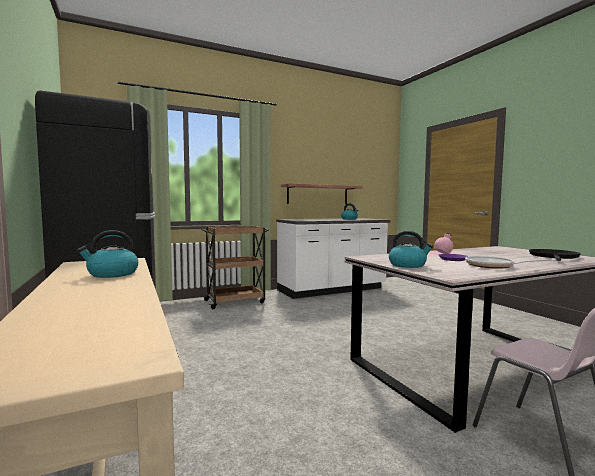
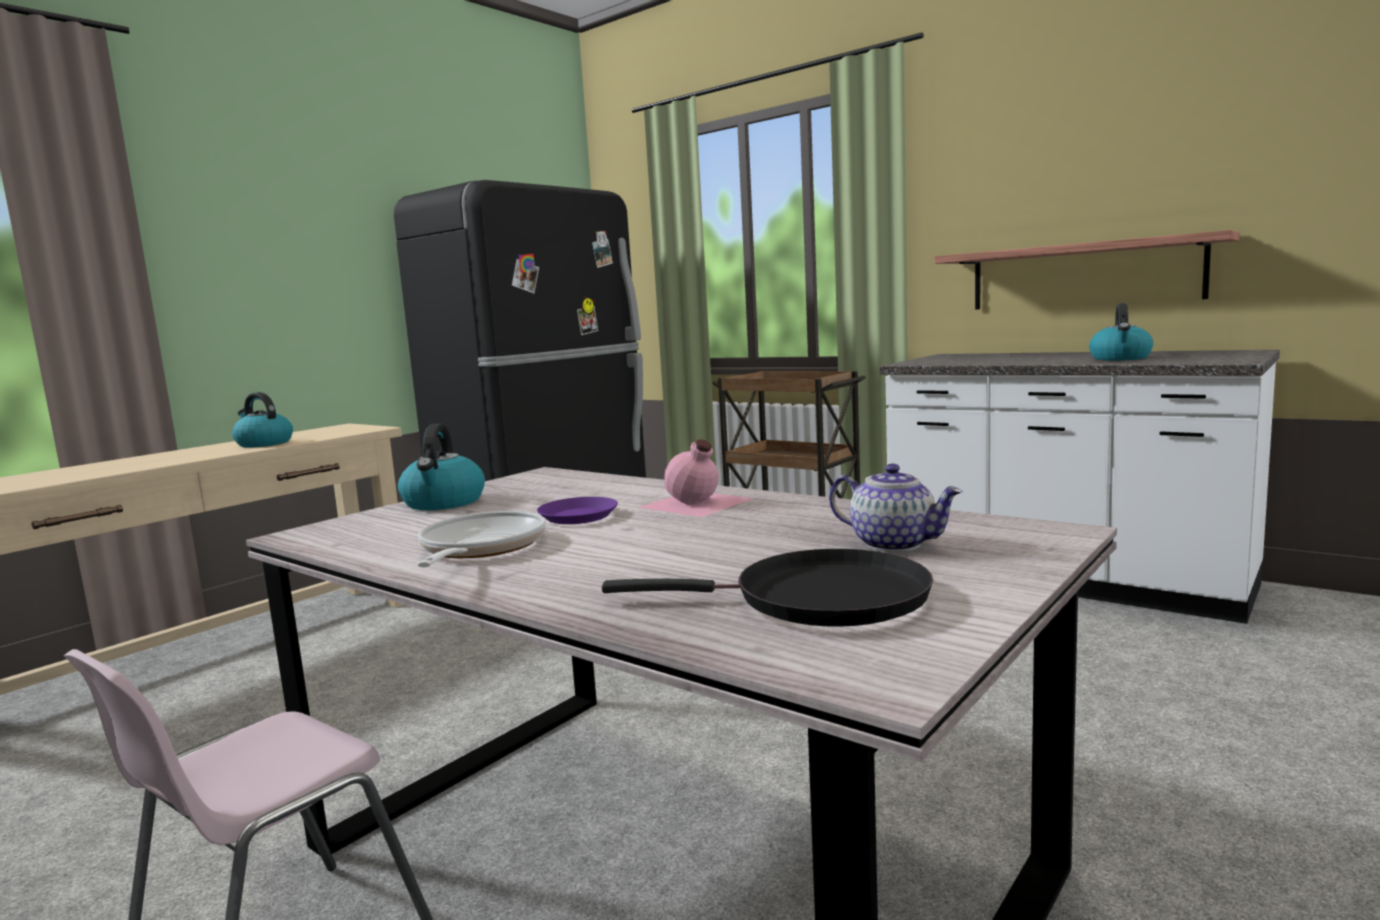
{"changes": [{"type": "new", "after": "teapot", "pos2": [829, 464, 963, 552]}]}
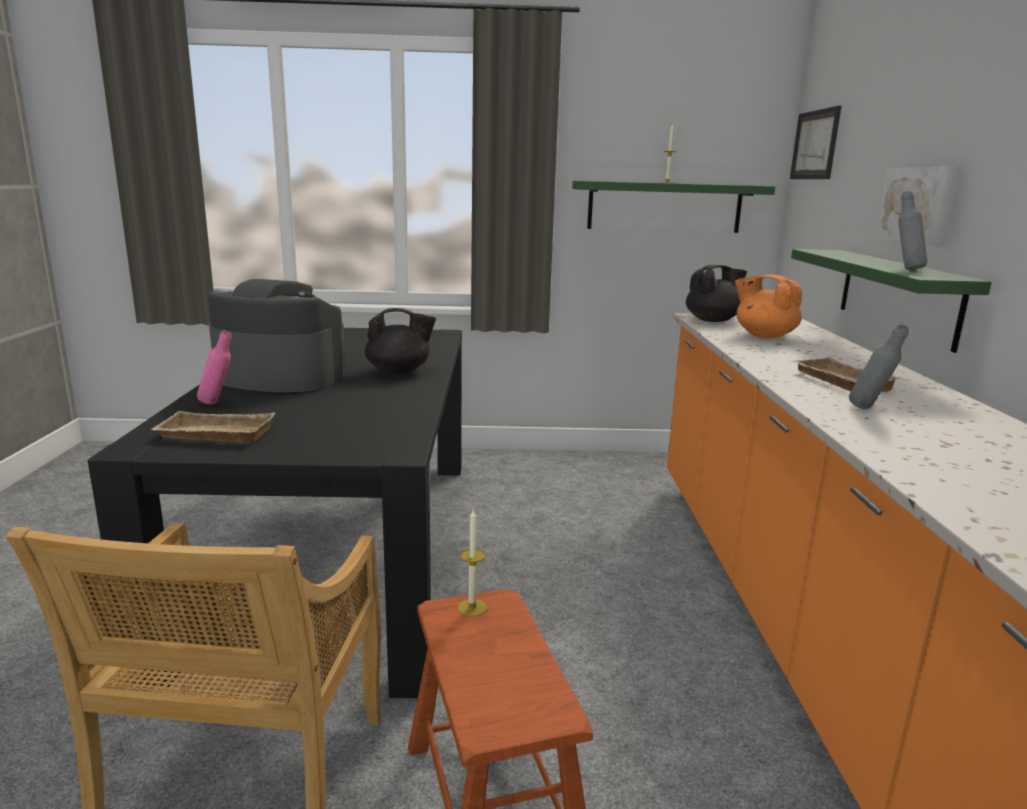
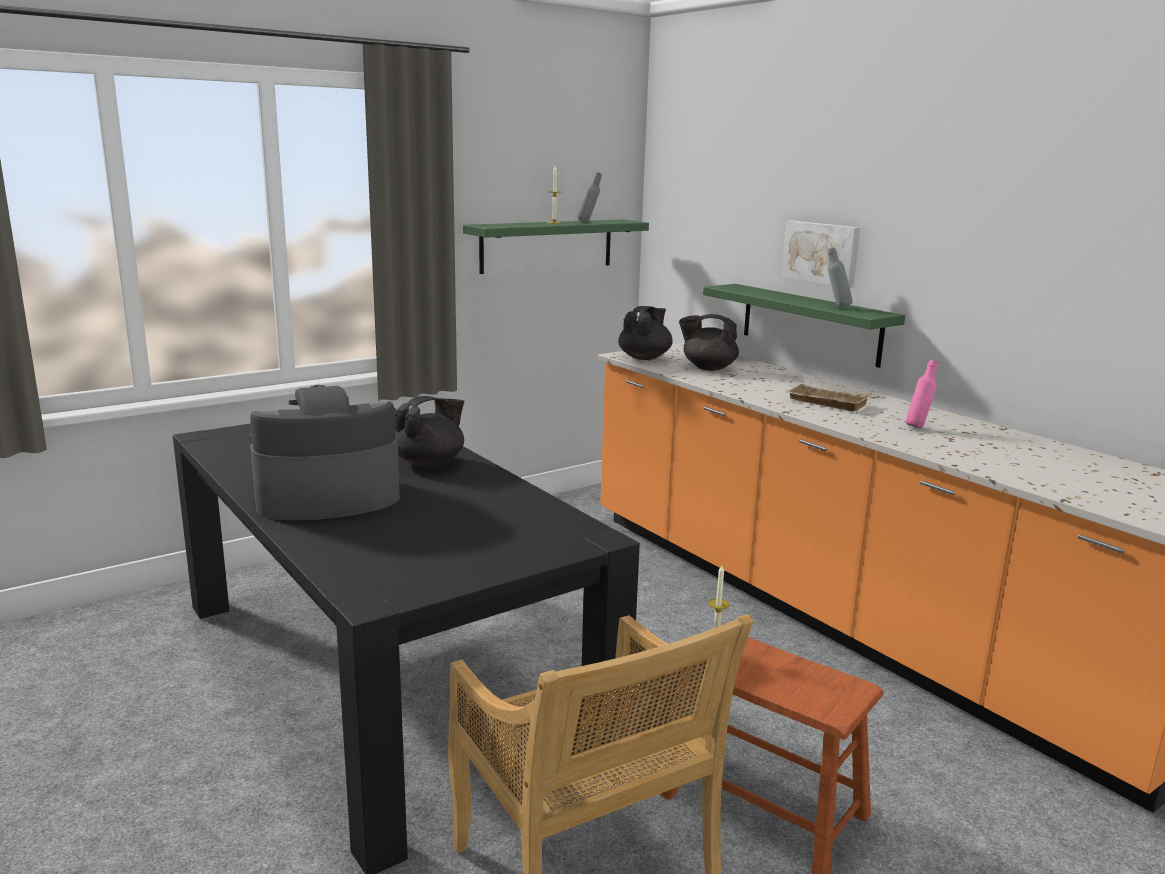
{"changes": [{"type": "gone", "before": "tray (beige)", "pos1": [151, 411, 275, 443]}, {"type": "shifted", "before": "bottle (pink)", "pos1": [197, 330, 231, 405], "pos2": [906, 360, 938, 429]}, {"type": "repainted", "before": "teapot (orange)", "after": "teapot (black)", "pos1": [735, 275, 802, 338], "pos2": [679, 314, 739, 371]}, {"type": "gone", "before": "picture", "pos1": [790, 106, 841, 179]}, {"type": "shifted", "before": "bottle (grey)", "pos1": [849, 325, 909, 409], "pos2": [577, 172, 602, 223]}]}
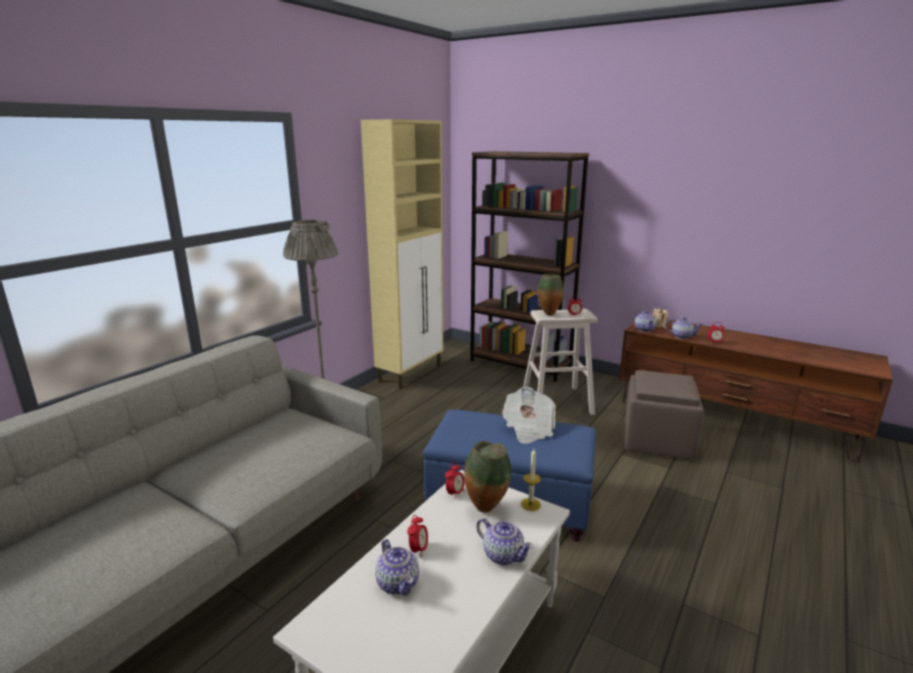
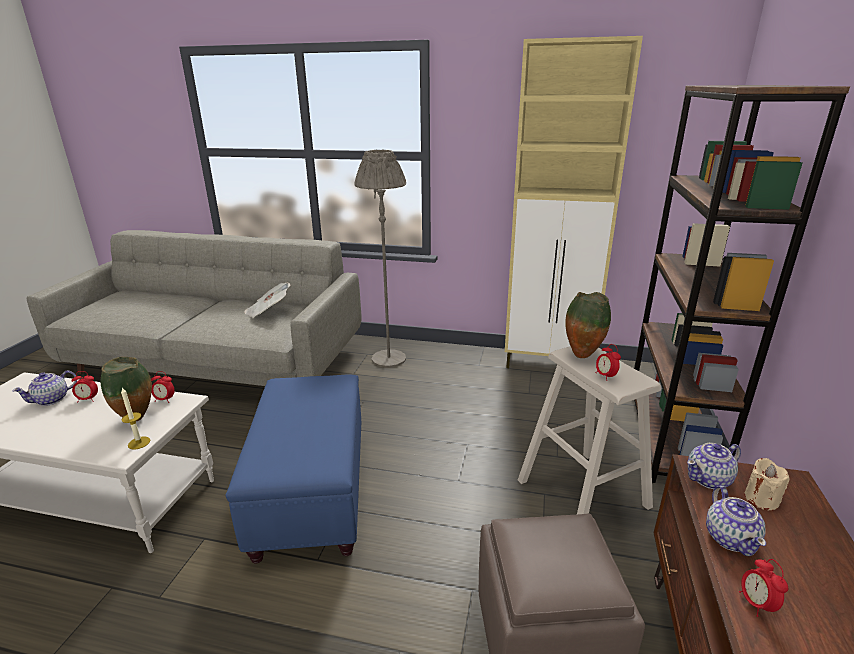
{"changes": [{"type": "gone", "before": "teapot", "pos1": [476, 518, 534, 565]}, {"type": "shifted", "before": "newspaper", "pos1": [502, 387, 556, 444], "pos2": [244, 283, 290, 318]}]}
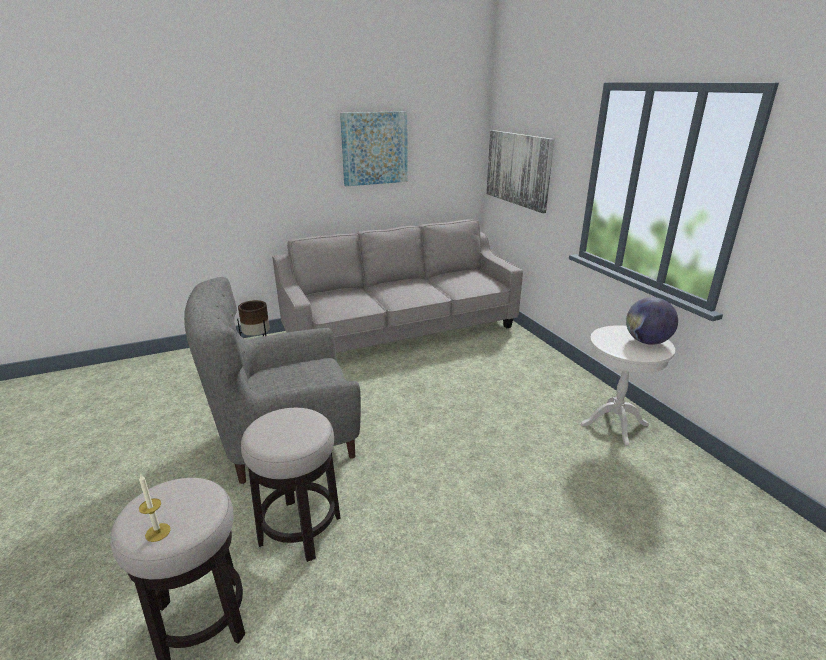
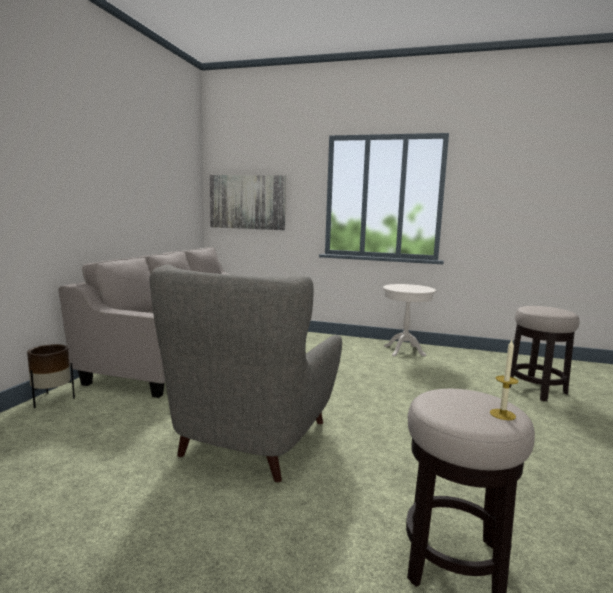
{"changes": [{"type": "shifted", "before": "stool", "pos1": [241, 408, 341, 562], "pos2": [509, 306, 580, 401]}, {"type": "gone", "before": "picture", "pos1": [340, 111, 408, 187]}, {"type": "gone", "before": "globe", "pos1": [626, 297, 678, 345]}]}
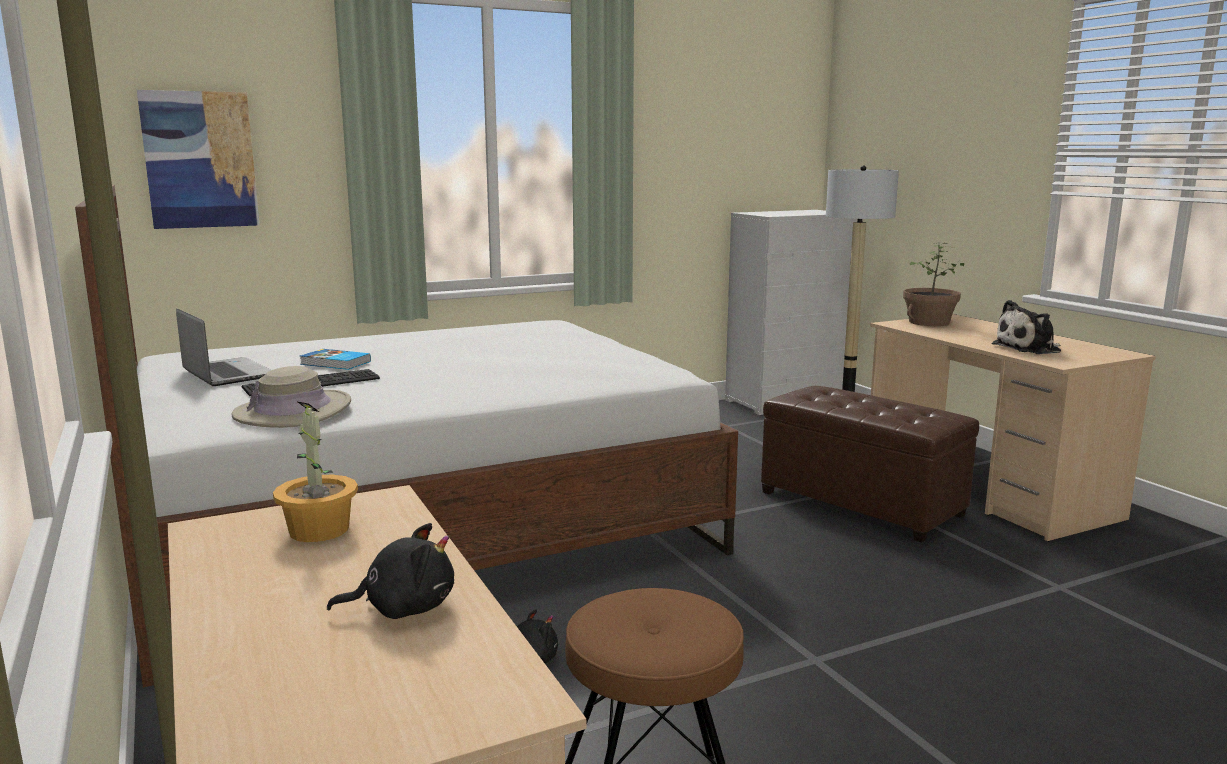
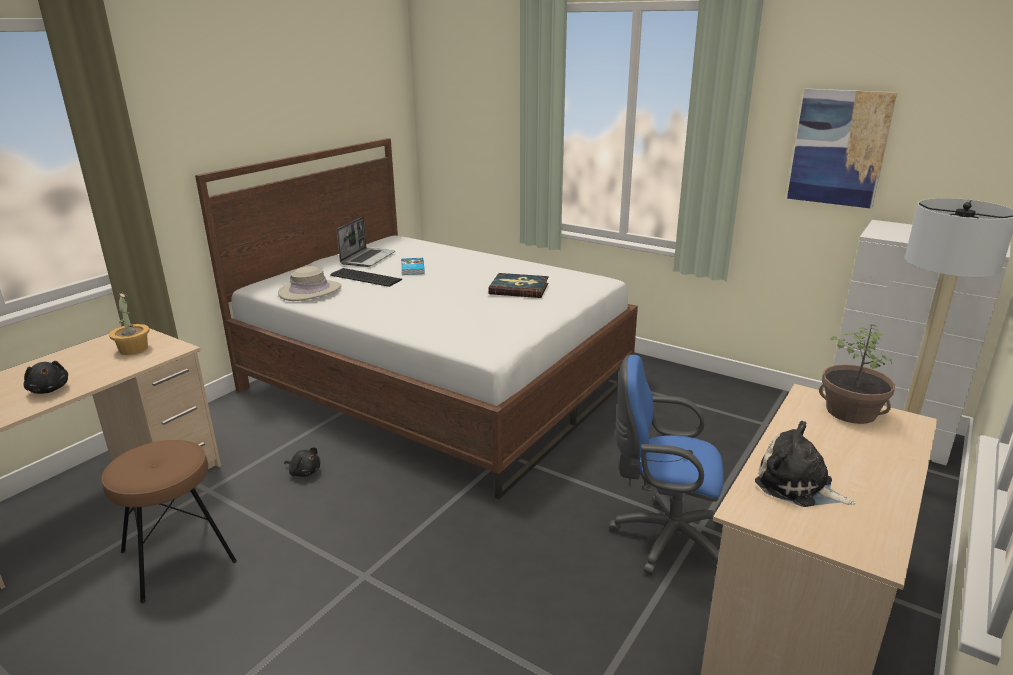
{"changes": [{"type": "shifted", "before": "picture", "pos1": [137, 90, 260, 229], "pos2": [787, 89, 897, 209]}, {"type": "swapped", "before": "ottoman (brown)", "after": "office chair (blue)", "pos1": [761, 386, 979, 543], "pos2": [609, 354, 724, 575]}, {"type": "new", "after": "book", "pos2": [488, 273, 549, 298]}]}
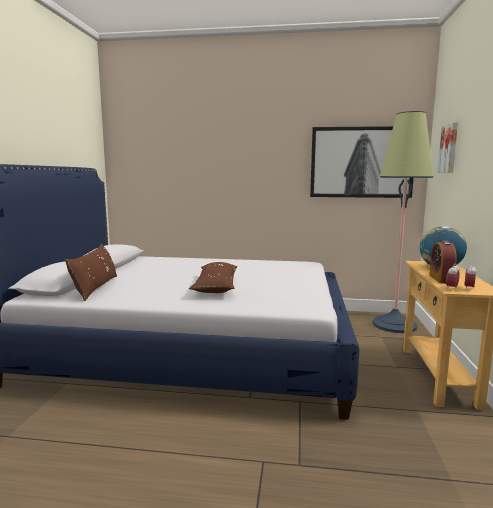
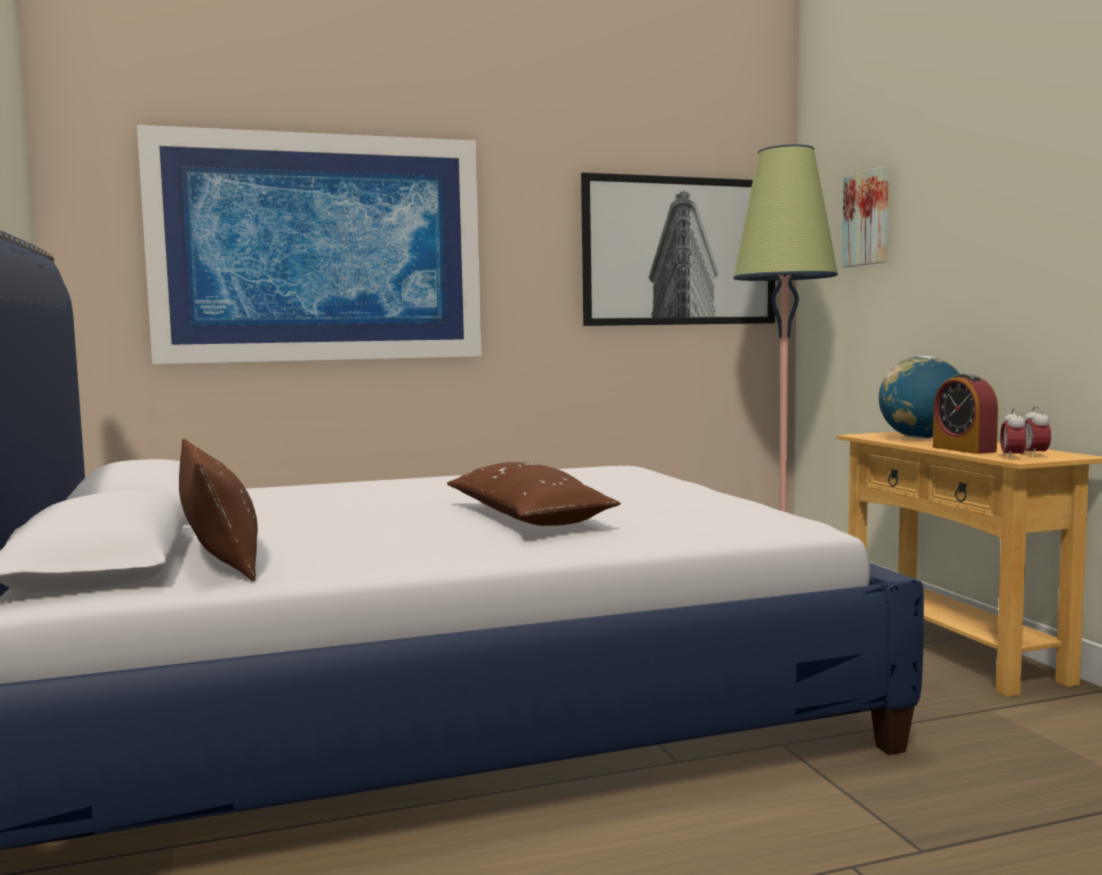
{"changes": [{"type": "new", "after": "picture", "pos2": [137, 125, 482, 364]}]}
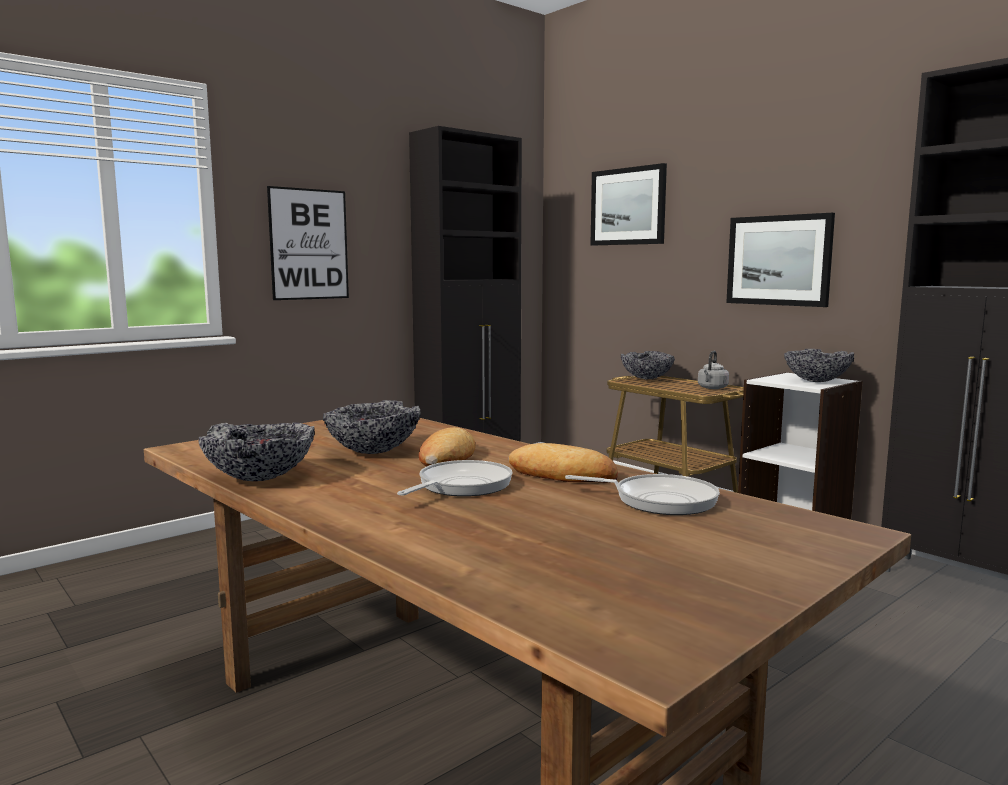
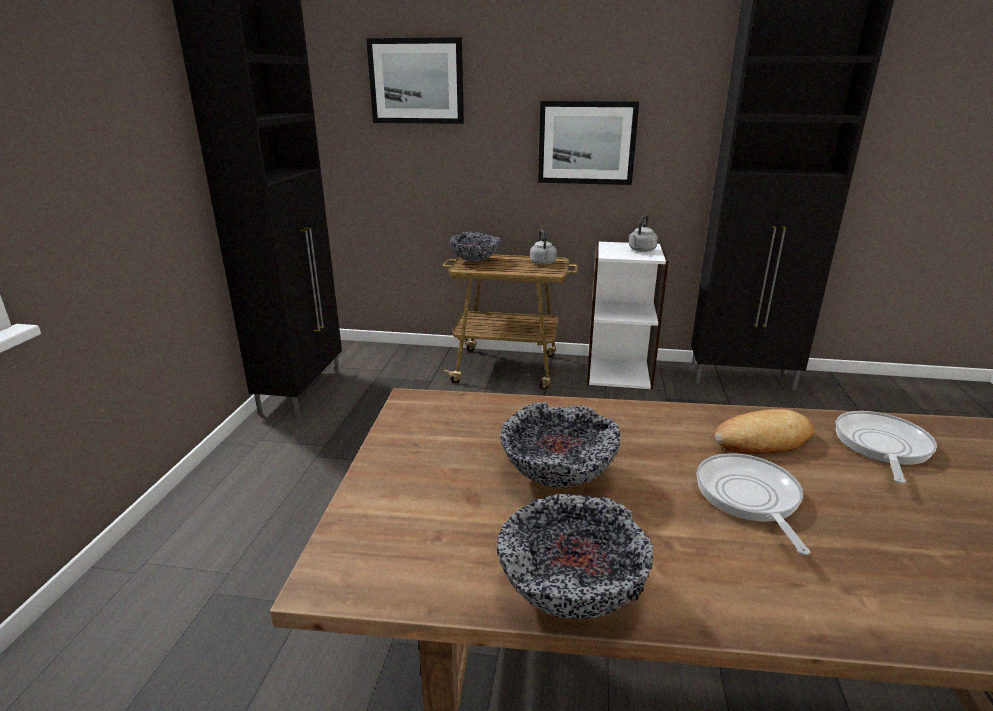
{"changes": [{"type": "gone", "before": "picture", "pos1": [267, 186, 349, 300]}, {"type": "gone", "before": "bread", "pos1": [419, 427, 475, 467]}, {"type": "rotated", "before": "frying pan", "pos1": [565, 474, 720, 515], "pos2": [835, 411, 937, 484], "turn": -45}, {"type": "swapped", "before": "bowl", "after": "kettle (grey)", "pos1": [784, 349, 854, 382], "pos2": [629, 215, 658, 252]}]}
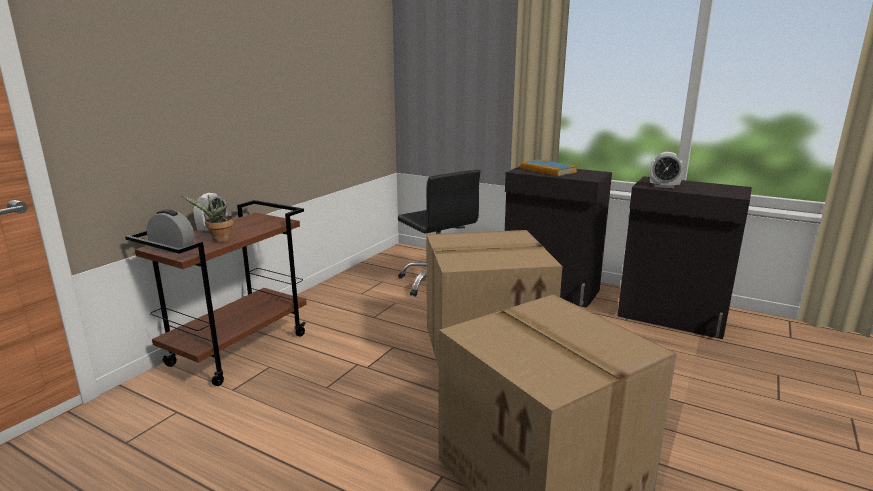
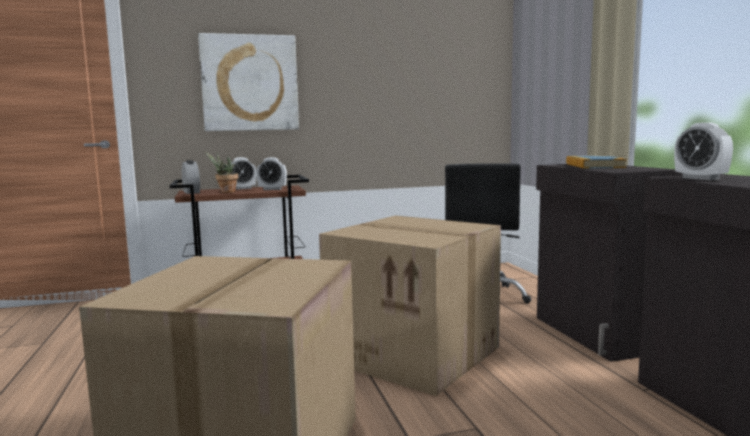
{"changes": [{"type": "new", "after": "picture", "pos2": [198, 33, 299, 131]}, {"type": "new", "after": "alarm clock", "pos2": [256, 157, 287, 190]}]}
